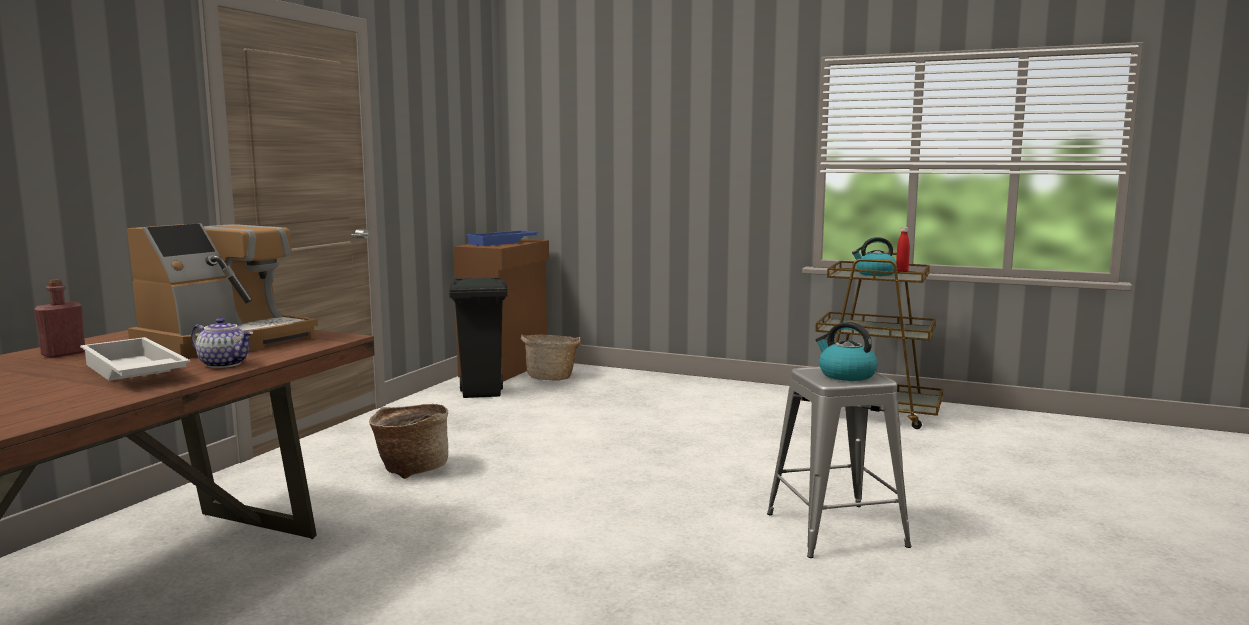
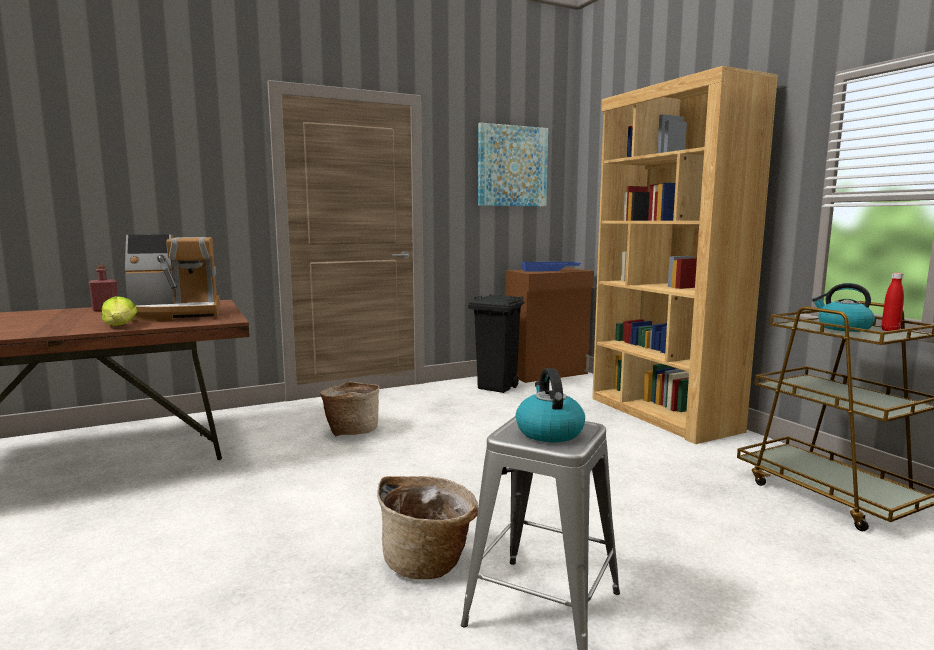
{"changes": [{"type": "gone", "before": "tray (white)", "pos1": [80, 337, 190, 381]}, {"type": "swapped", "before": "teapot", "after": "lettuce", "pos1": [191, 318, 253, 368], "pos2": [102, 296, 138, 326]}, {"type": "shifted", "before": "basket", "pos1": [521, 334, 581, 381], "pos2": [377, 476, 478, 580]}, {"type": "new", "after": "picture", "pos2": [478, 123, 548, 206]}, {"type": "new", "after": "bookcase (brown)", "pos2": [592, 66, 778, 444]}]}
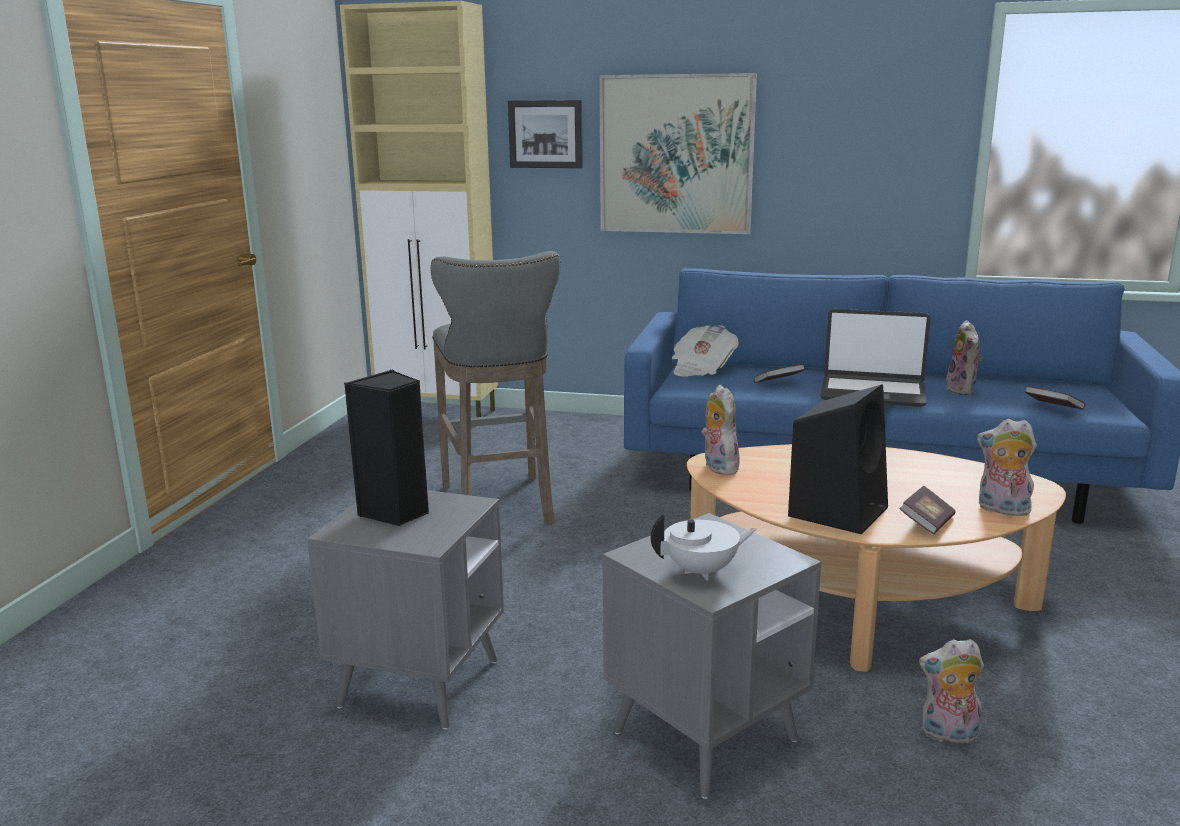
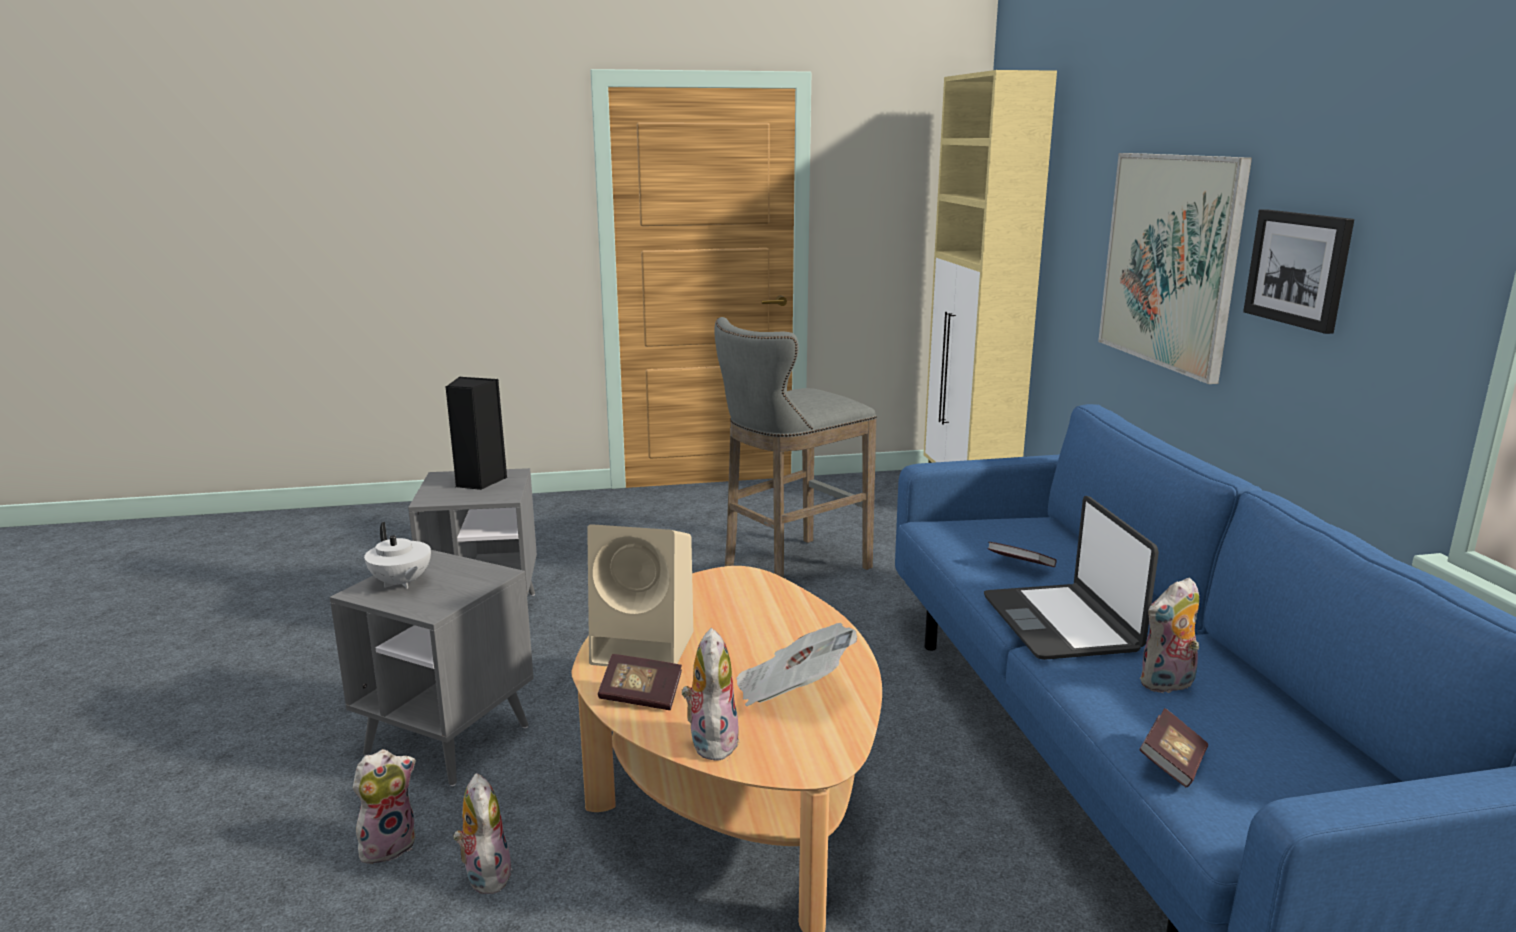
{"changes": [{"type": "shifted", "before": "picture", "pos1": [508, 100, 583, 168], "pos2": [1243, 209, 1354, 334]}, {"type": "shifted", "before": "newspaper", "pos1": [672, 325, 739, 377], "pos2": [736, 623, 857, 706]}, {"type": "shifted", "before": "plush toy", "pos1": [701, 385, 740, 475], "pos2": [353, 749, 416, 863]}, {"type": "repainted", "before": "speaker (black)", "after": "speaker (beige)", "pos1": [788, 384, 888, 534], "pos2": [587, 524, 693, 666]}]}
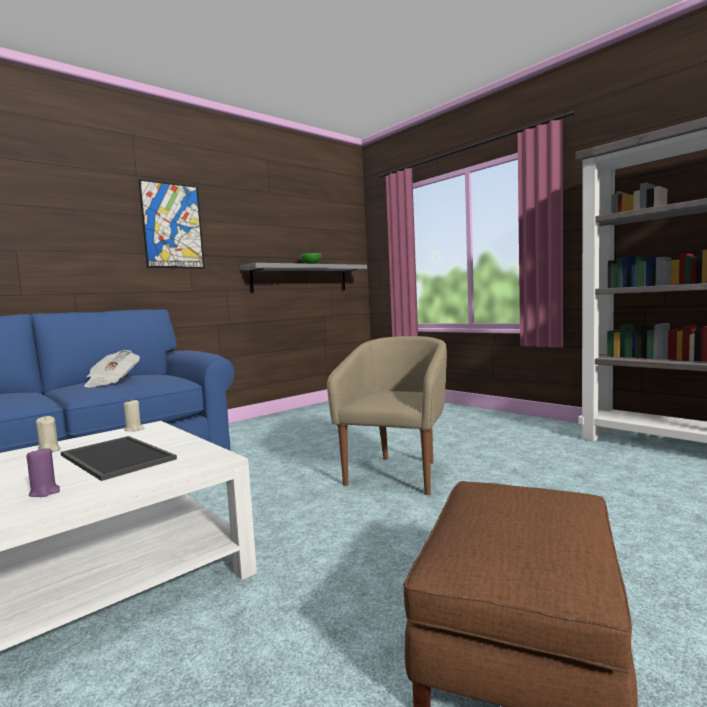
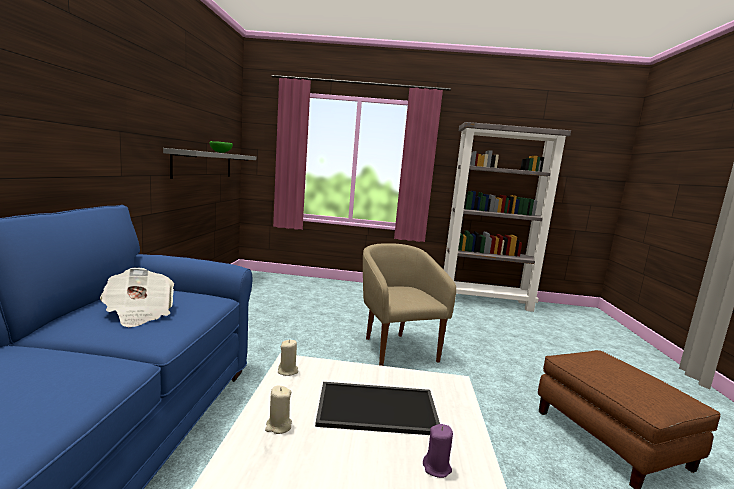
{"changes": [{"type": "gone", "before": "picture", "pos1": [139, 179, 204, 269]}]}
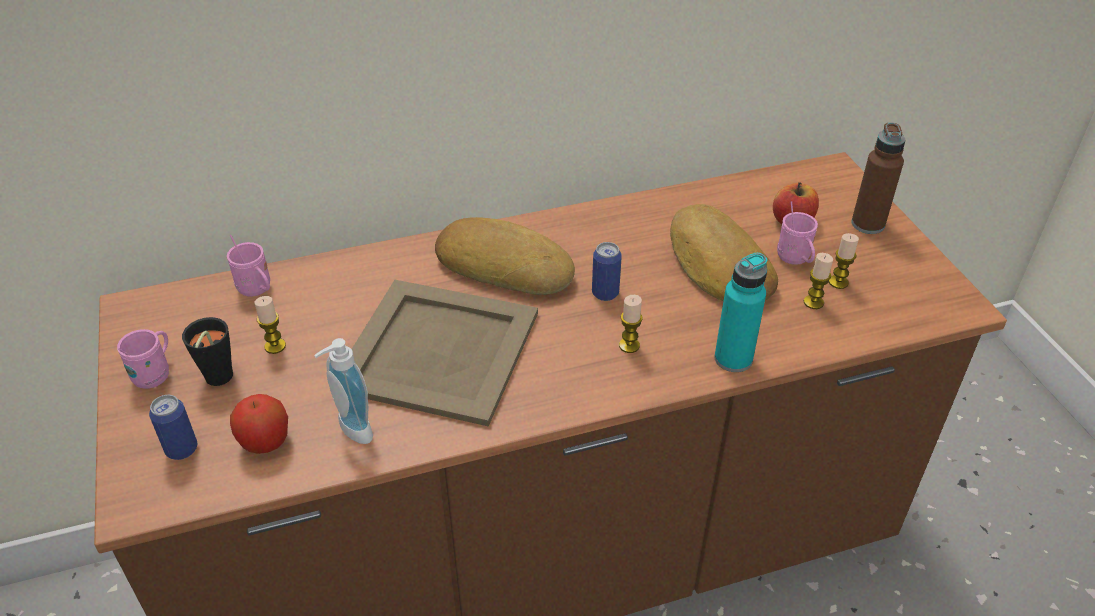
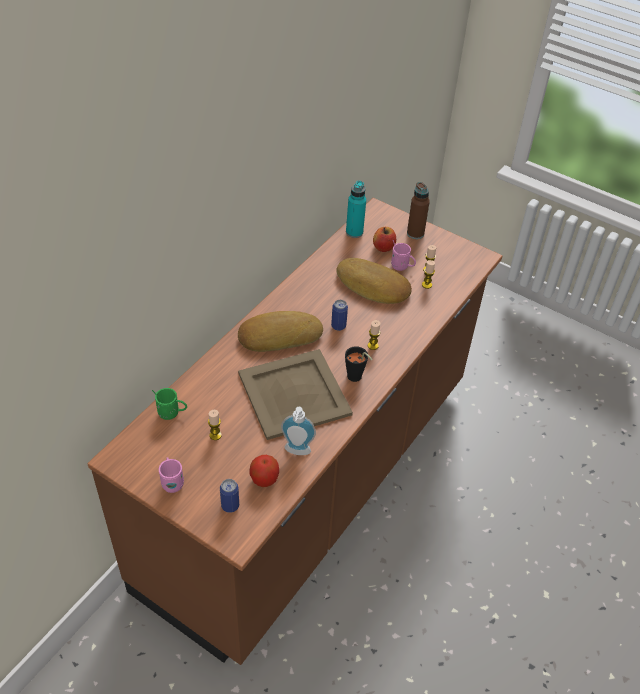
{"changes": [{"type": "shifted", "before": "cup (black)", "pos1": [182, 317, 233, 386], "pos2": [345, 346, 373, 382]}, {"type": "repainted", "before": "mug (pink)", "after": "mug (green)", "pos1": [227, 235, 270, 297], "pos2": [152, 388, 187, 420]}, {"type": "shifted", "before": "bottle (turquoise)", "pos1": [714, 253, 767, 372], "pos2": [346, 181, 366, 238]}]}
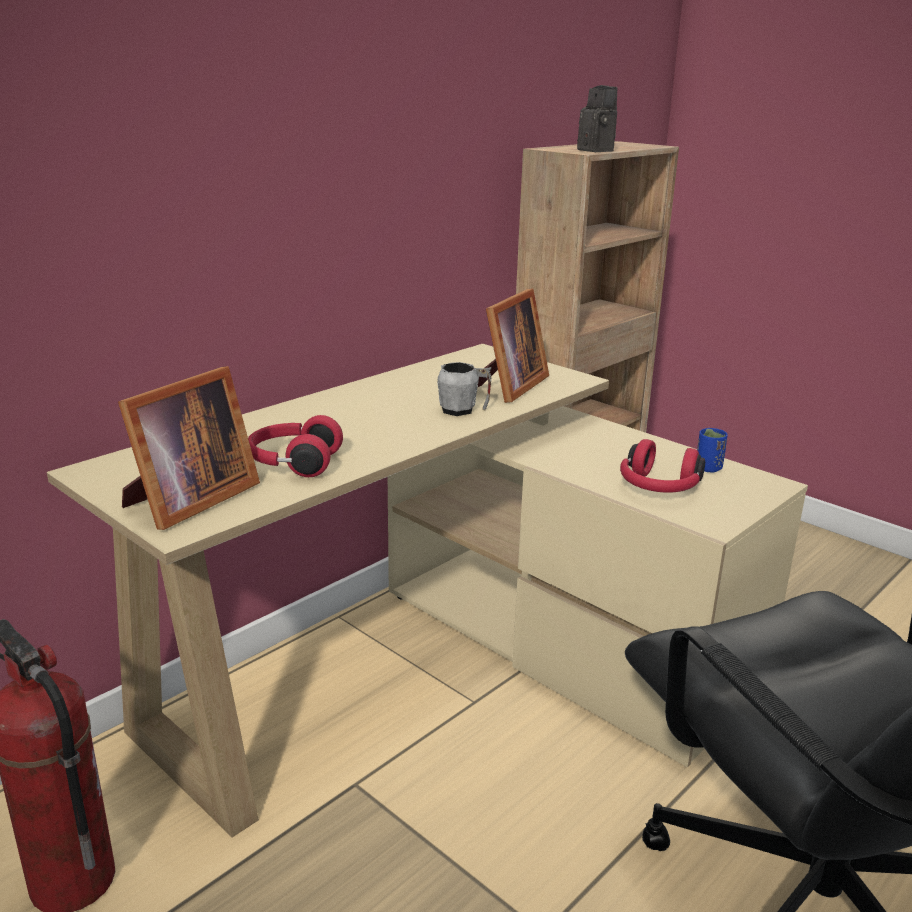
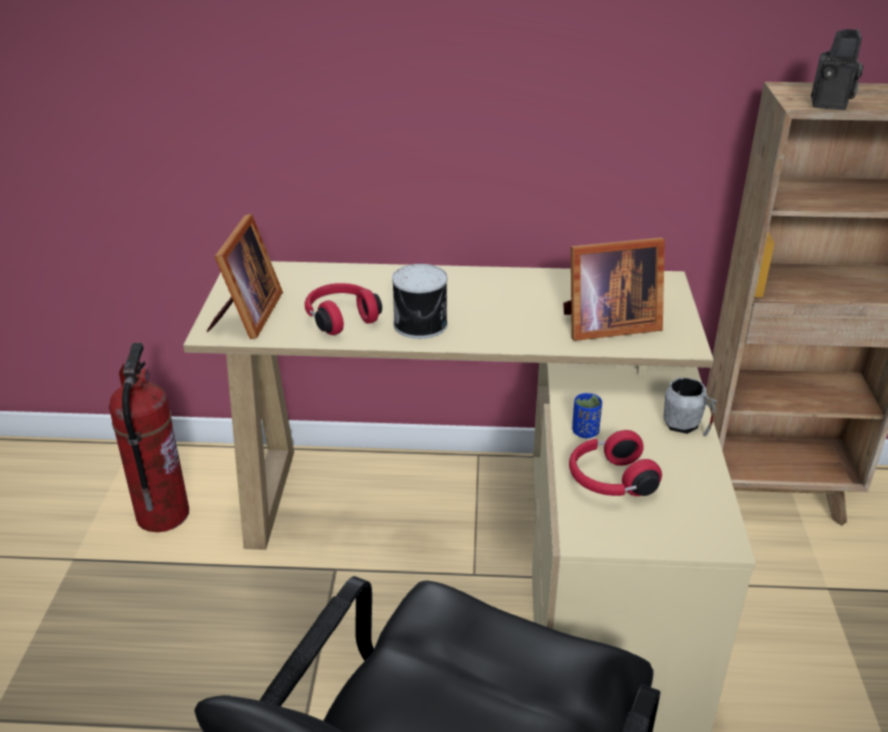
{"changes": [{"type": "rotated", "before": "picture frame", "pos1": [118, 366, 260, 530], "pos2": [207, 214, 283, 339], "turn": -75}, {"type": "shifted", "before": "mug (grey)", "pos1": [437, 362, 492, 416], "pos2": [664, 377, 717, 437]}, {"type": "shifted", "before": "cup (blue)", "pos1": [697, 428, 728, 473], "pos2": [572, 393, 602, 438]}, {"type": "new", "after": "can", "pos2": [392, 264, 448, 339]}]}
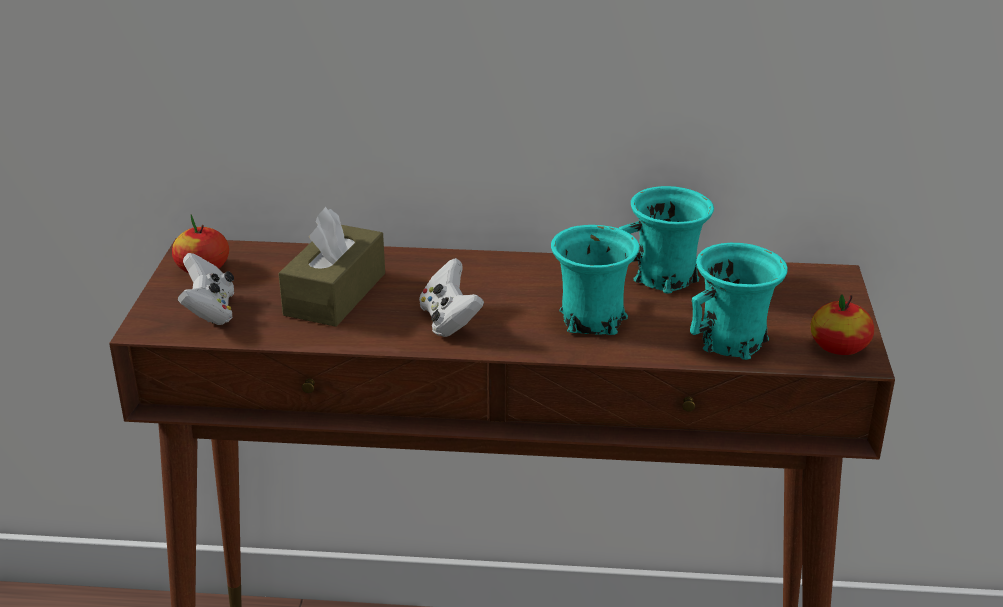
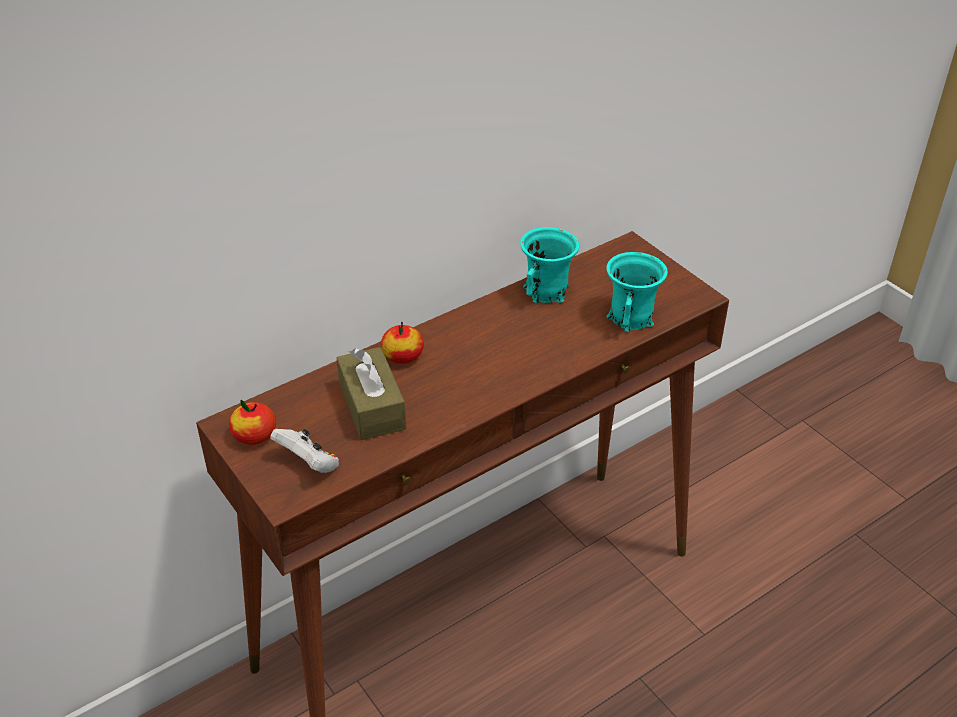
{"changes": [{"type": "gone", "before": "game controller (white)", "pos1": [419, 258, 484, 337]}, {"type": "gone", "before": "mug (turquoise)", "pos1": [551, 225, 639, 335]}, {"type": "shifted", "before": "apple", "pos1": [810, 294, 874, 355], "pos2": [381, 322, 424, 364]}]}
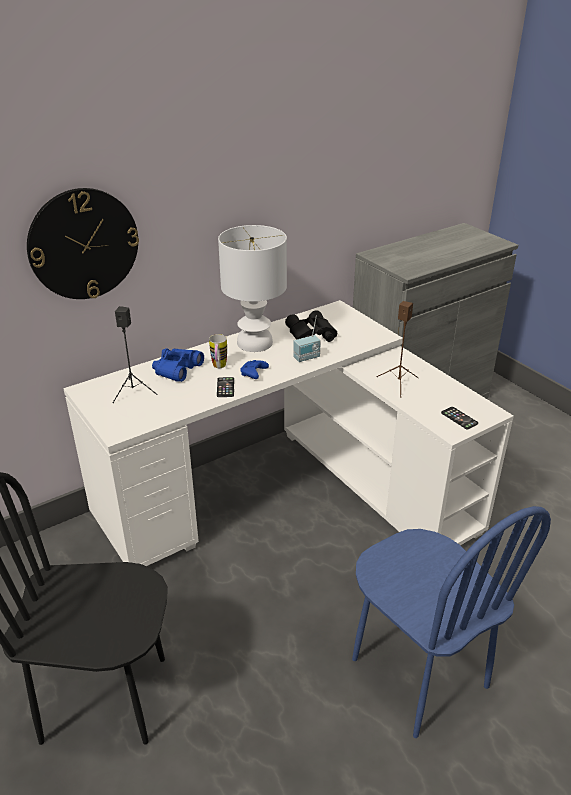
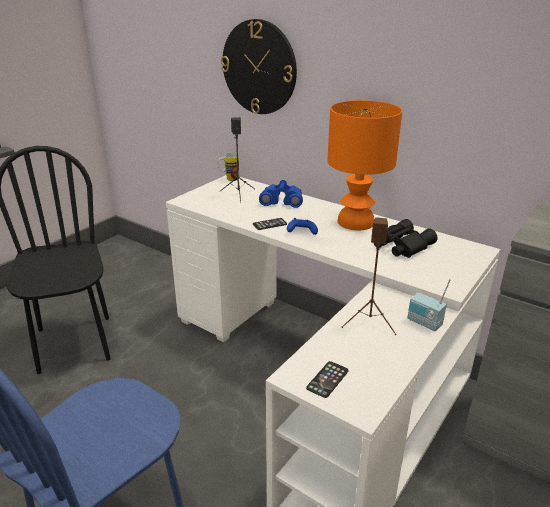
{"changes": [{"type": "shifted", "before": "mug", "pos1": [209, 334, 227, 368], "pos2": [217, 153, 239, 181]}, {"type": "repainted", "before": "table lamp (white)", "after": "table lamp (orange)", "pos1": [218, 225, 287, 352], "pos2": [327, 100, 402, 230]}, {"type": "shifted", "before": "radio", "pos1": [294, 315, 321, 362], "pos2": [407, 279, 451, 331]}]}
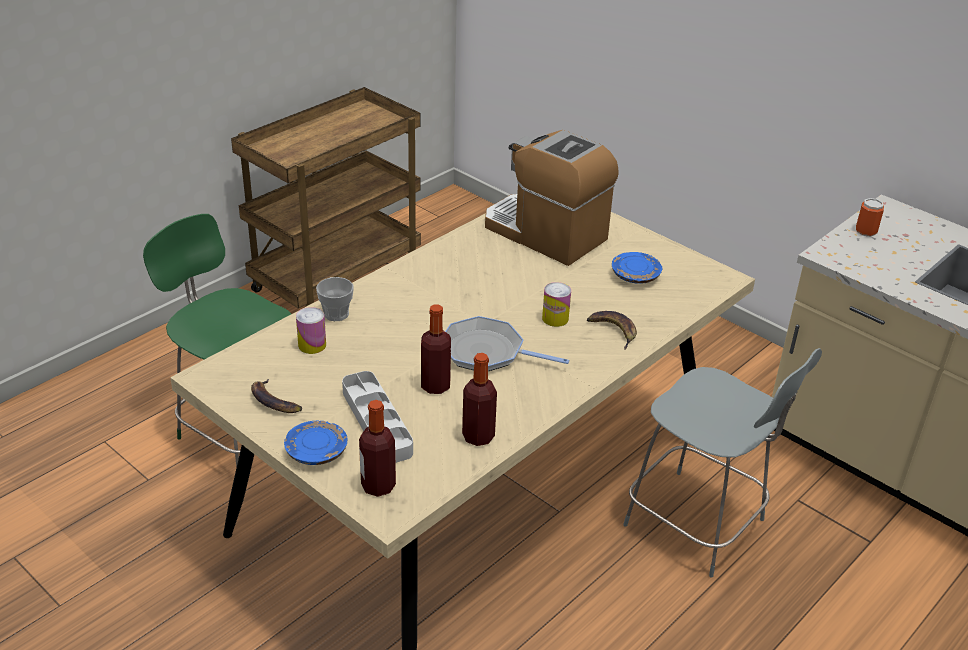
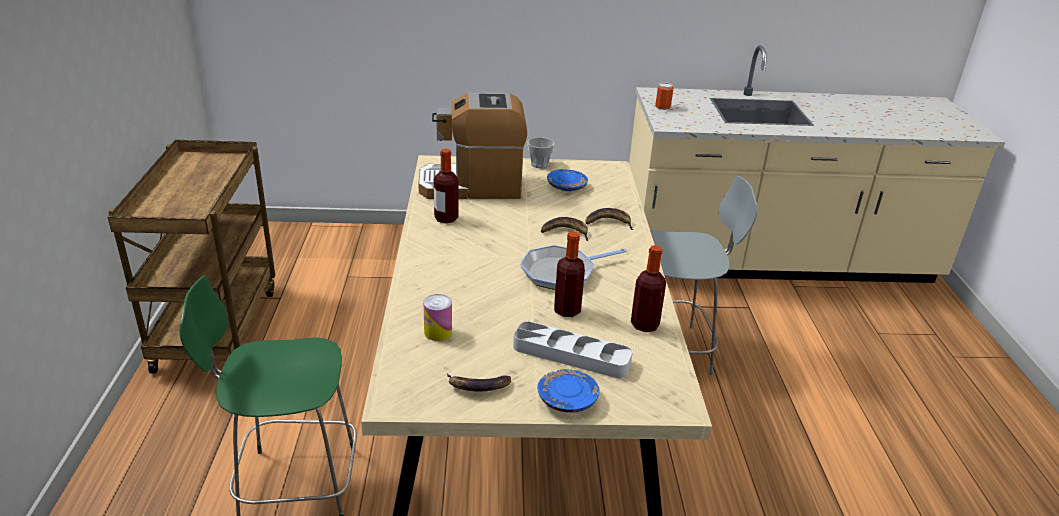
{"changes": [{"type": "shifted", "before": "cup", "pos1": [316, 277, 354, 321], "pos2": [528, 137, 555, 168]}, {"type": "shifted", "before": "bottle", "pos1": [359, 400, 396, 497], "pos2": [434, 149, 458, 223]}, {"type": "swapped", "before": "can", "after": "banana", "pos1": [542, 282, 571, 327], "pos2": [541, 217, 588, 241]}]}
